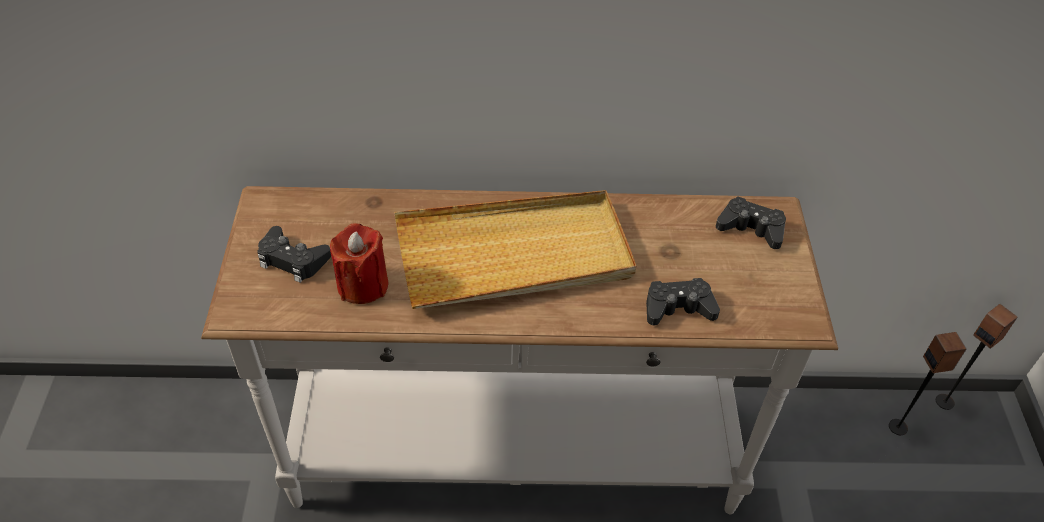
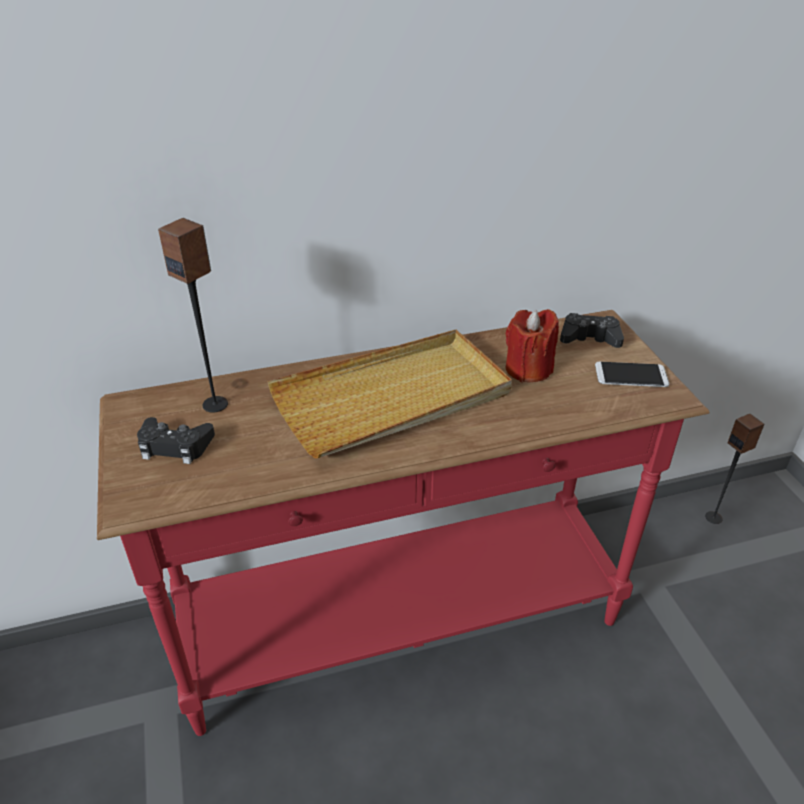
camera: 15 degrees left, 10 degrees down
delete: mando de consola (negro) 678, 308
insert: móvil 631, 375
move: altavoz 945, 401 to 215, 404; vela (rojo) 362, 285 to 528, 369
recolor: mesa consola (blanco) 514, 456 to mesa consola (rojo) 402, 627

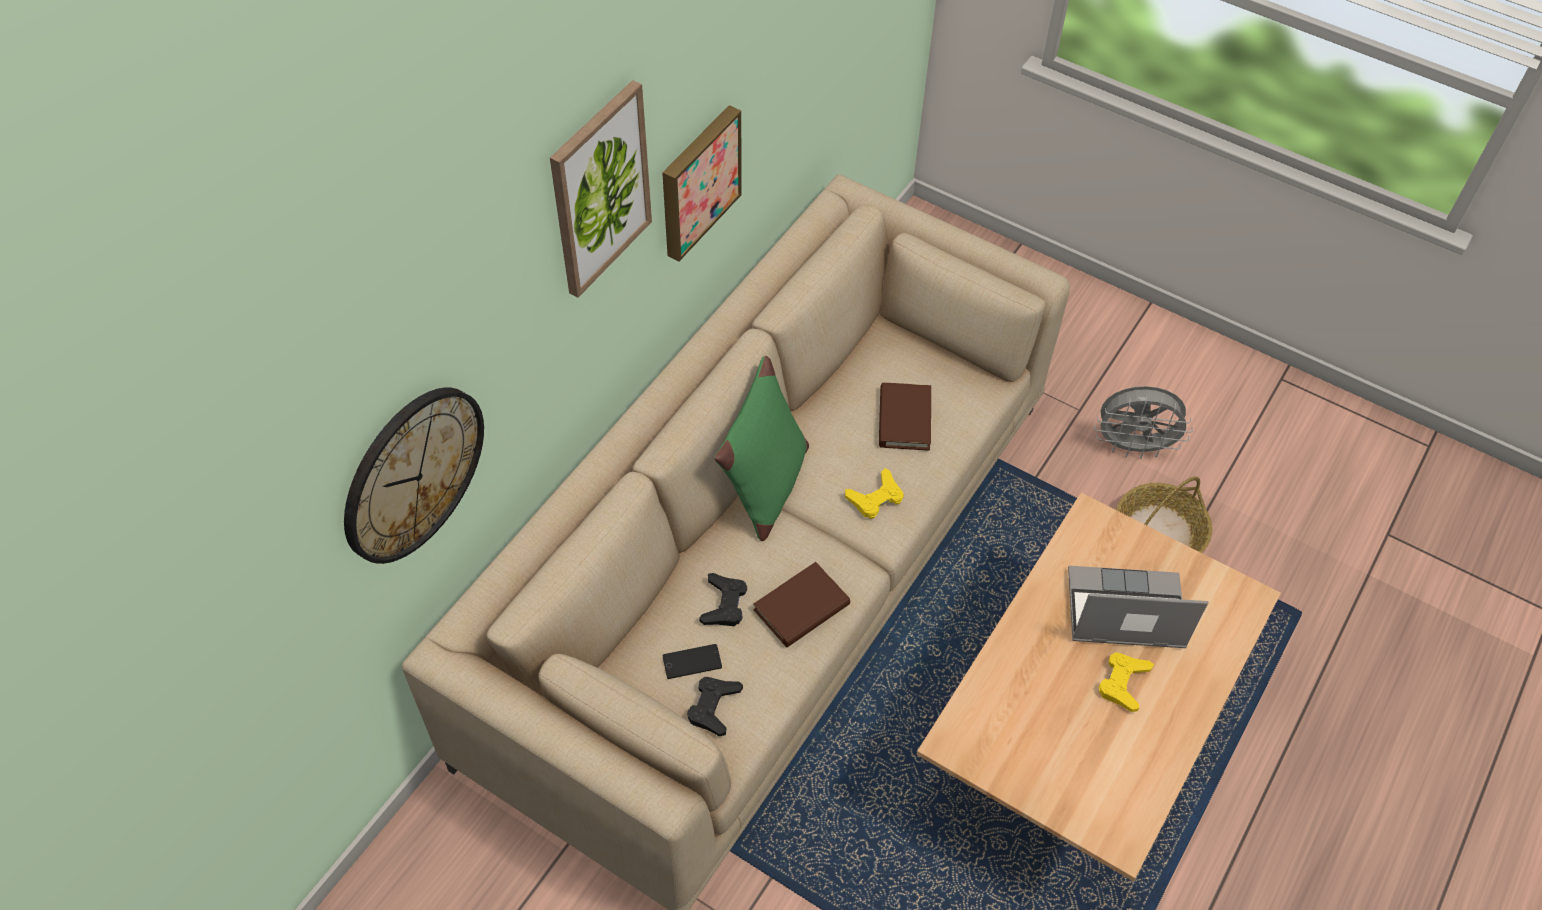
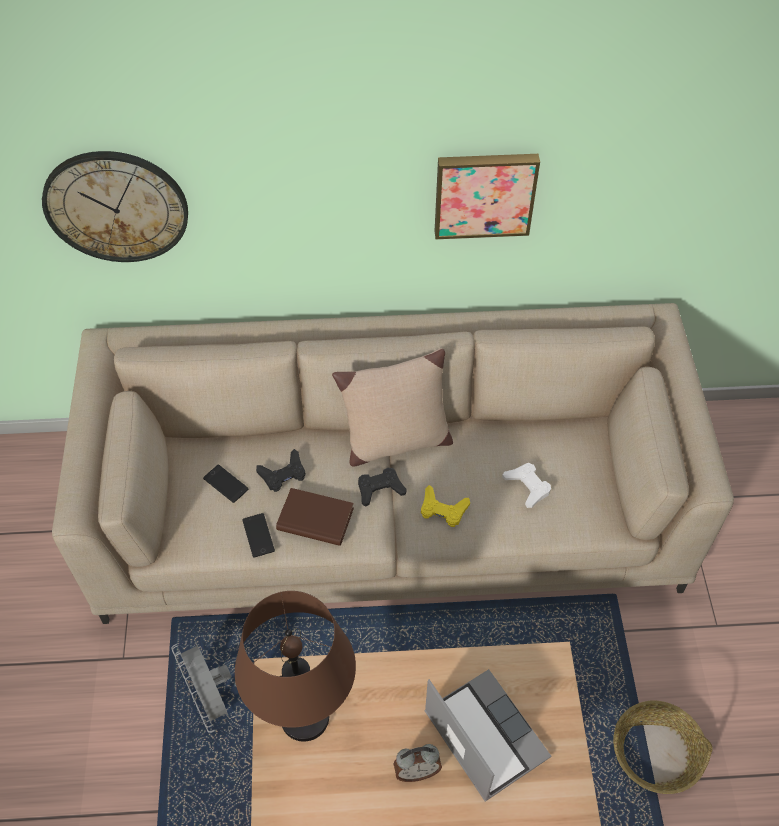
camera: 55 degrees right, 0 degrees up
delete: cuadro 599, 189
insert: lámpara de mesa (marrón) 305, 716; móvil 258, 535
move: ventilador (gris) 1133, 447 to 210, 700; mando de consola (negro) 713, 707 to 380, 489
replace: mando de consola (amarillo) 1123, 683 to despertador 416, 771; libro (marrón) 904, 419 to mando de consola (blanco) 527, 486
recolor: cojín (verde) 765, 488 to cojín (beis) 395, 442

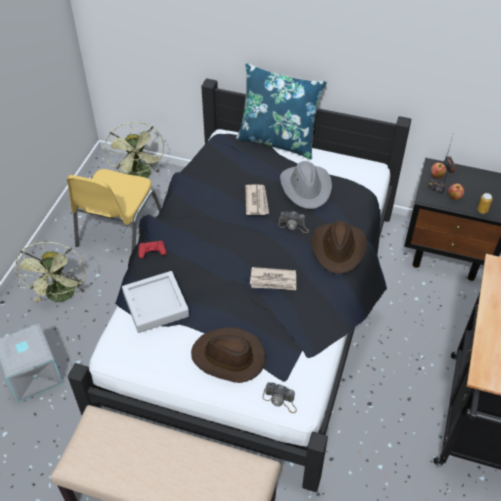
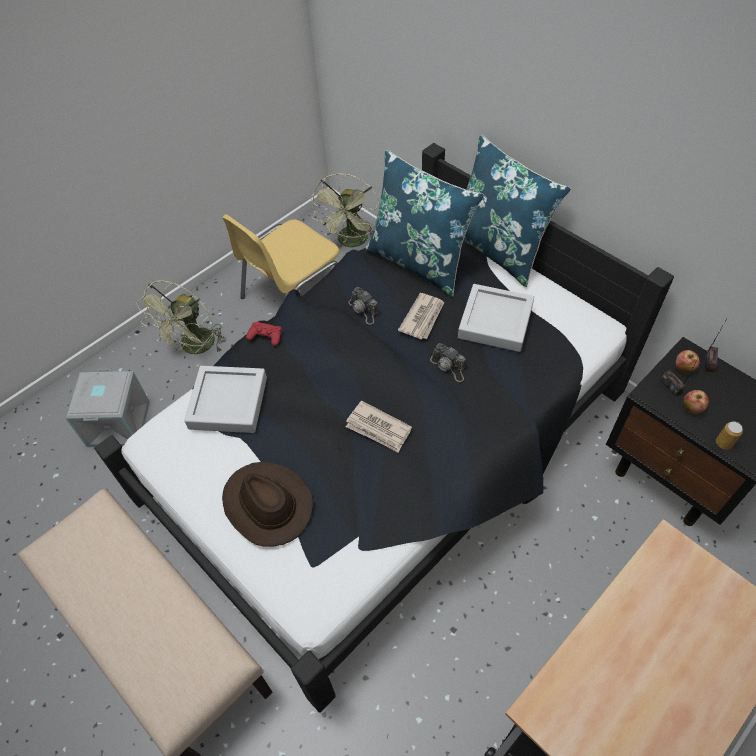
camera: 30 degrees right, 5 degrees up
delete: sombrero (marrón) 338, 248
insert: cojín (azul) 419, 262
move: cámara 280, 400 to 363, 309
replace: sombrero (gris) 306, 187 to bandeja (gris) 495, 322

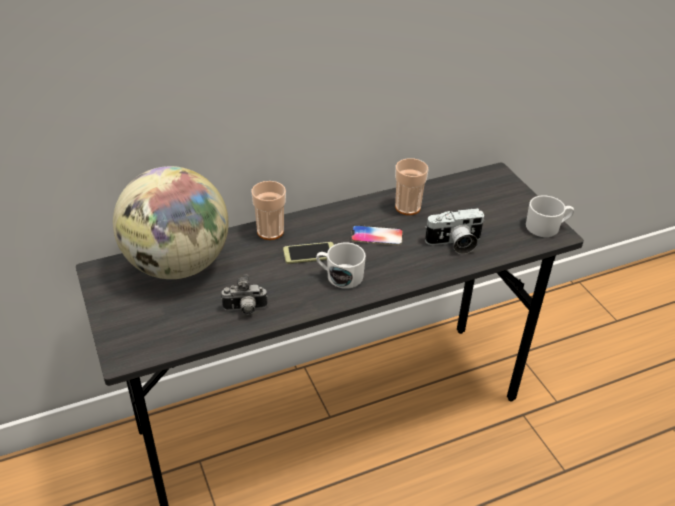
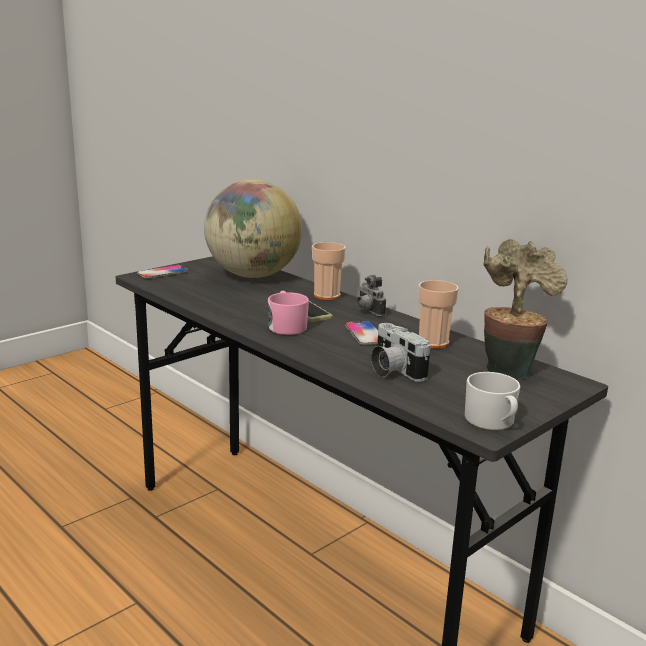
camera: 70 degrees right, 20 degrees down
insert: móvil 162, 272; planta en maceta 509, 369
move: cámara 245, 310 to 367, 311
recolor: taza grande (blanco) 340, 276 to taza grande (rosa) 286, 326

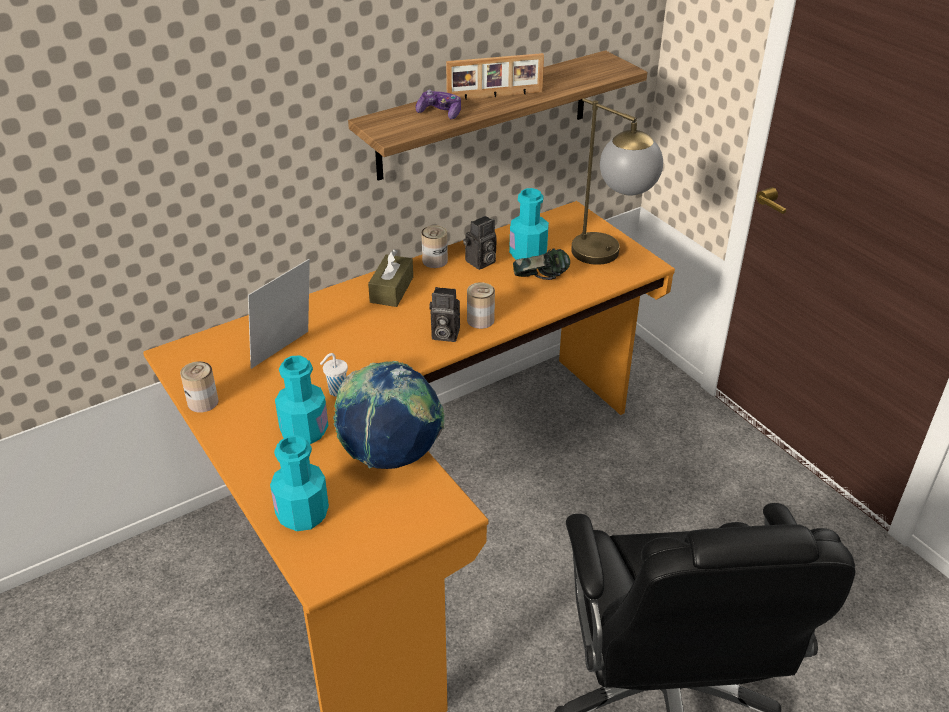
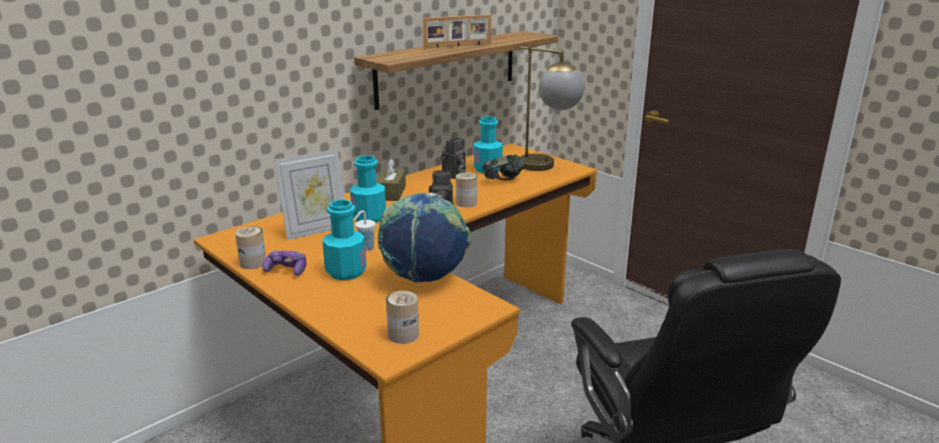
camera: 10 degrees left, 15 degrees down
move: mando de consola 440, 113 to 287, 270; botella (turquesa) 302, 514 to 369, 217; lata 435, 261 to 403, 334
rotate: portarretratos 285, 352 = 316, 230 150 degrees counterclockwise

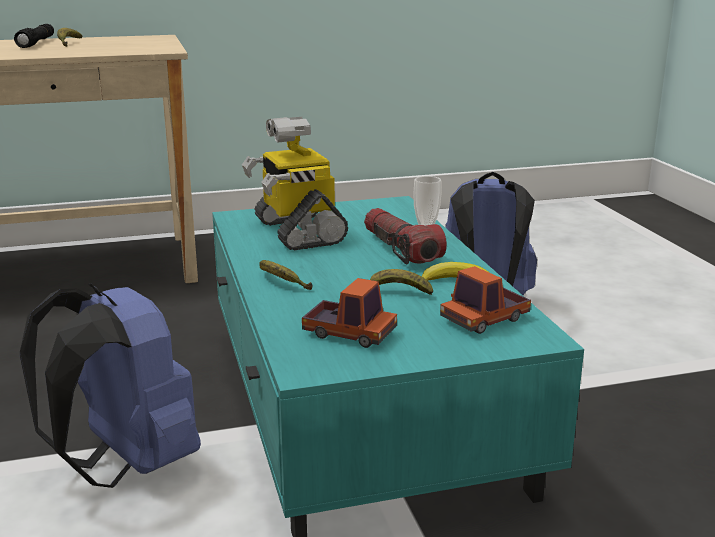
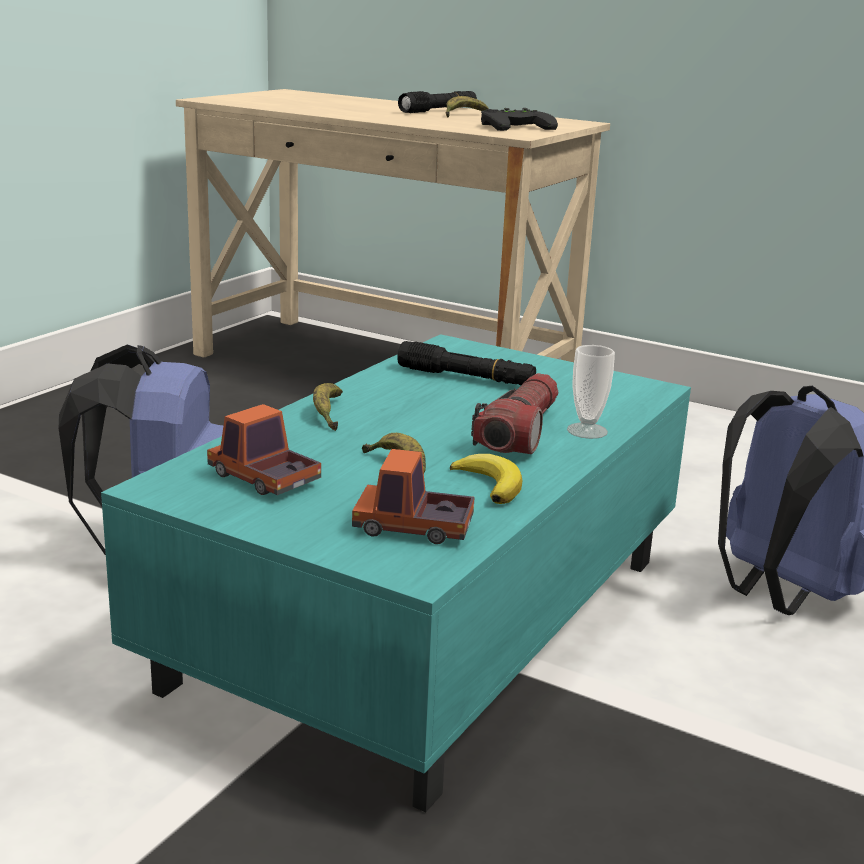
camera: 45 degrees right, 0 degrees up
insert: mando de consola (negro) 514, 127
replace: robot de juguete 297, 231 to linterna (negro) 466, 378
rotate: camión de juguete 349, 333 = 264, 478 150 degrees clockwise

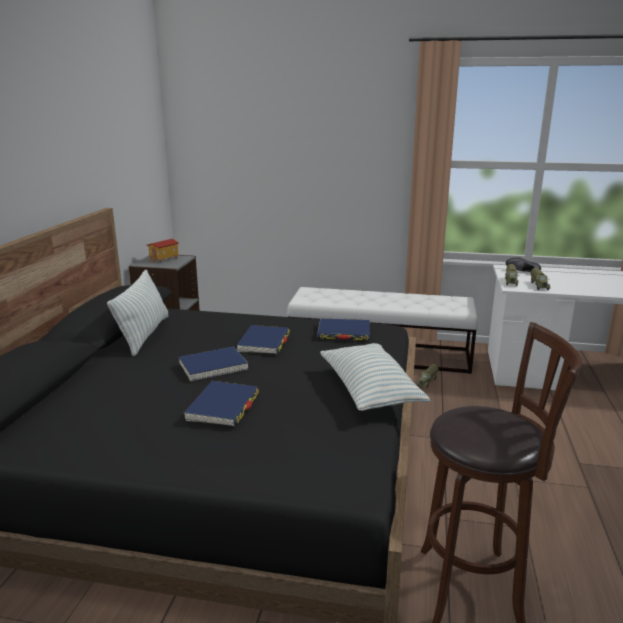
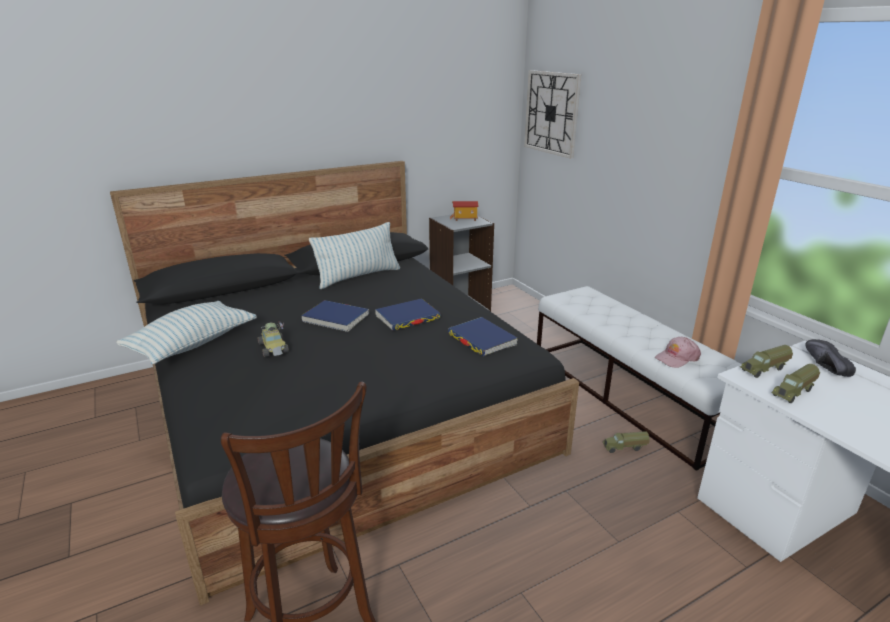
camera: 50 degrees right, 5 degrees up
insert: reloj de pared 551, 113; gorra (rosa) 677, 358
move: cojín 369, 391 to 192, 344
replace: libro (azul) 223, 406 to coche de juguete 274, 348

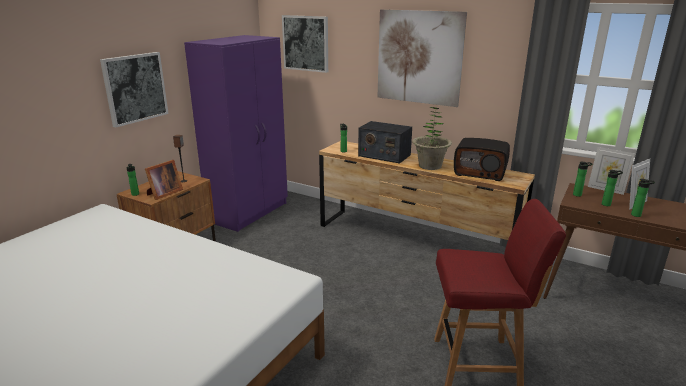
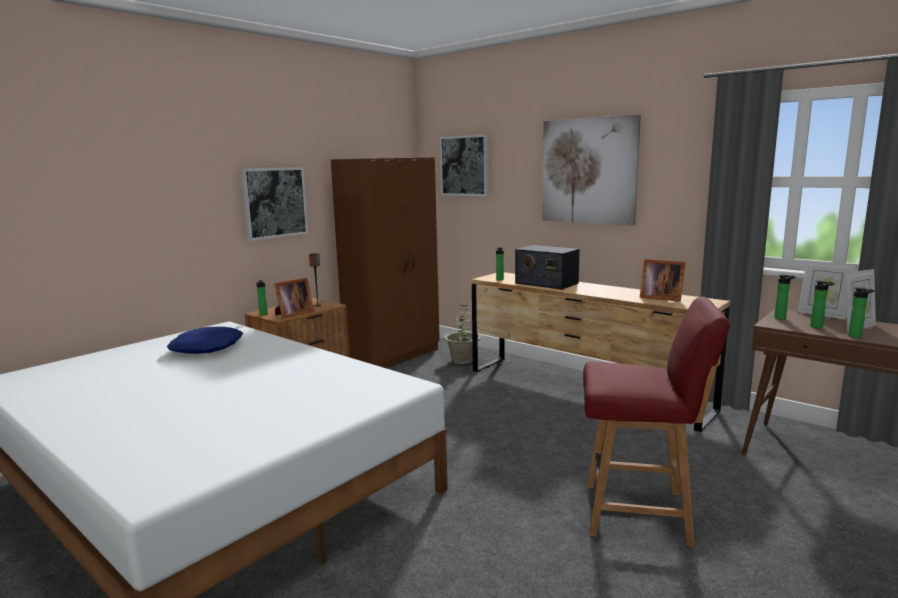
camera: 10 degrees right, 10 degrees down
insert: cojín (azul) 206, 348
move: planta en maceta 430, 166 to 462, 360
replace: radio 480, 172 to portarretratos 660, 298
recolor: armario ropero (morado) 249, 212 to armario ropero (marrón) 394, 355

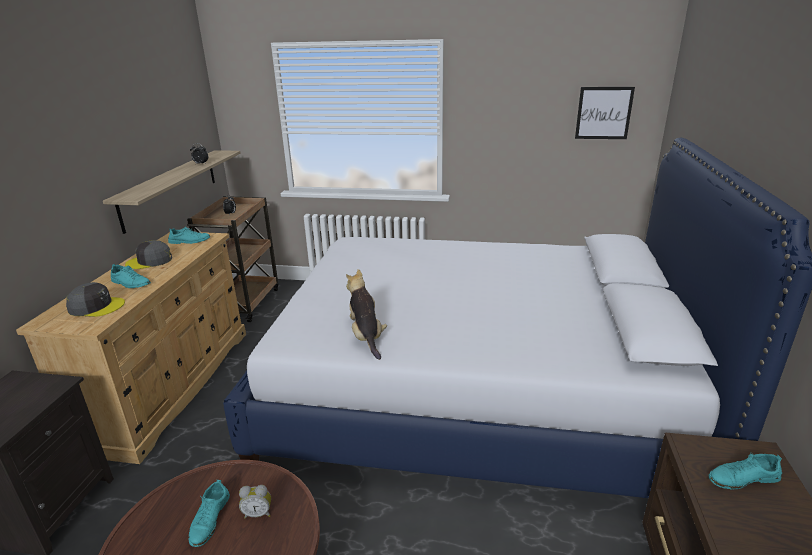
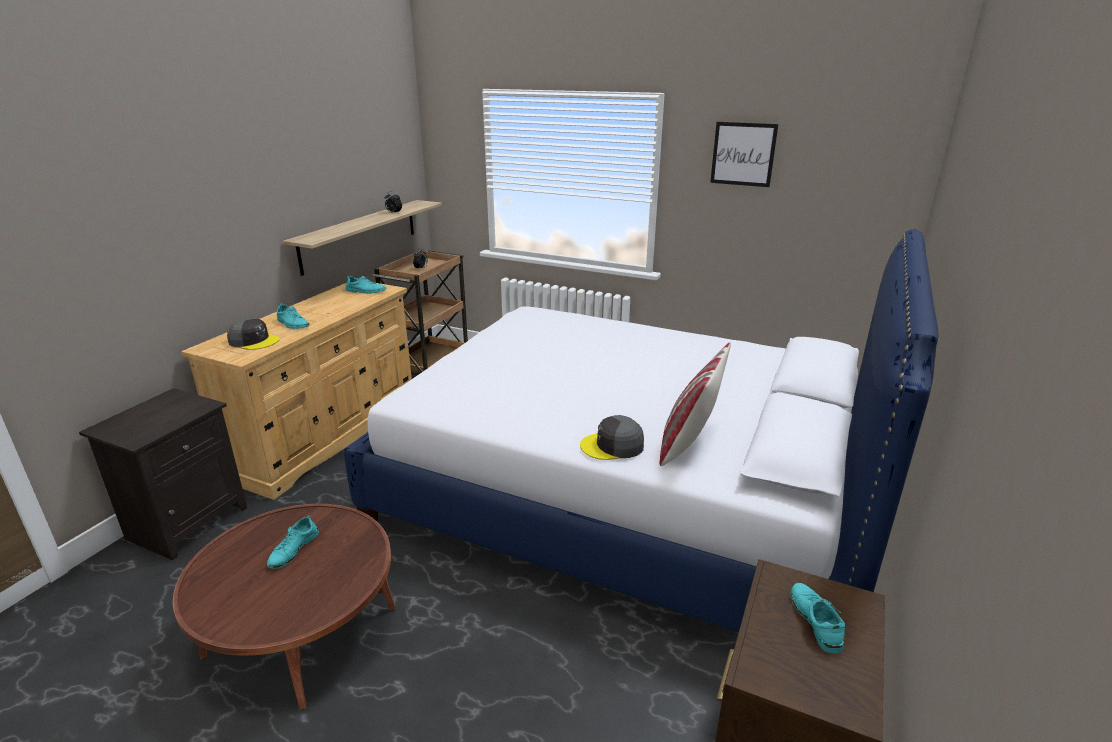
camera: 15 degrees right, 0 degrees up
delete: despertador 258, 513; peluche 366, 336
insert: cojín 688, 443
move: gorra (gris) 150, 261 to 613, 446; cuadro 603, 113 to 743, 154
rotate: zapato (turquesa) 743, 478 = 815, 620 75 degrees clockwise

